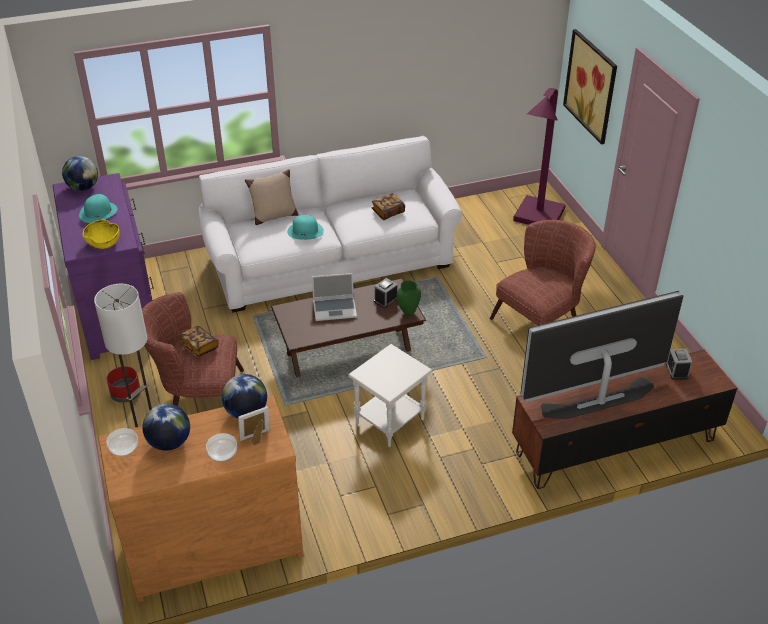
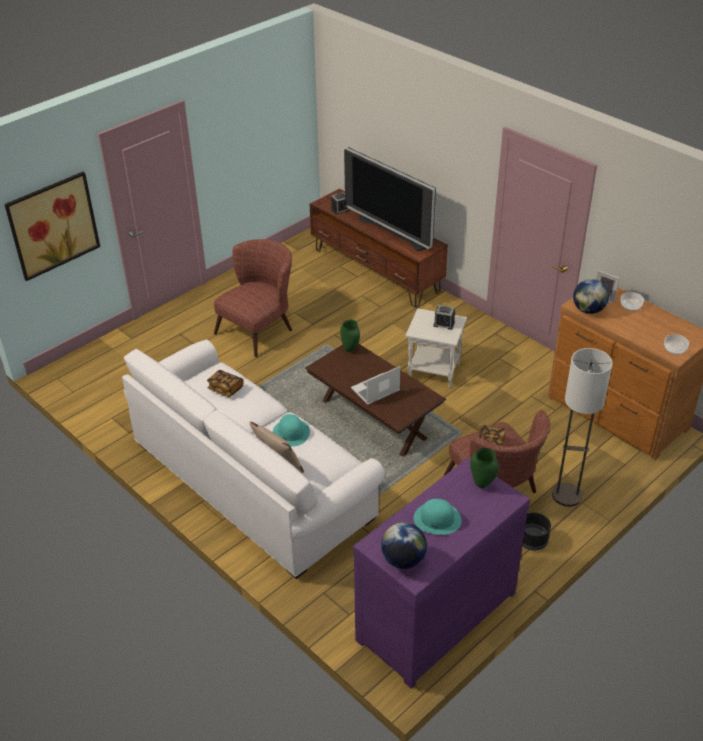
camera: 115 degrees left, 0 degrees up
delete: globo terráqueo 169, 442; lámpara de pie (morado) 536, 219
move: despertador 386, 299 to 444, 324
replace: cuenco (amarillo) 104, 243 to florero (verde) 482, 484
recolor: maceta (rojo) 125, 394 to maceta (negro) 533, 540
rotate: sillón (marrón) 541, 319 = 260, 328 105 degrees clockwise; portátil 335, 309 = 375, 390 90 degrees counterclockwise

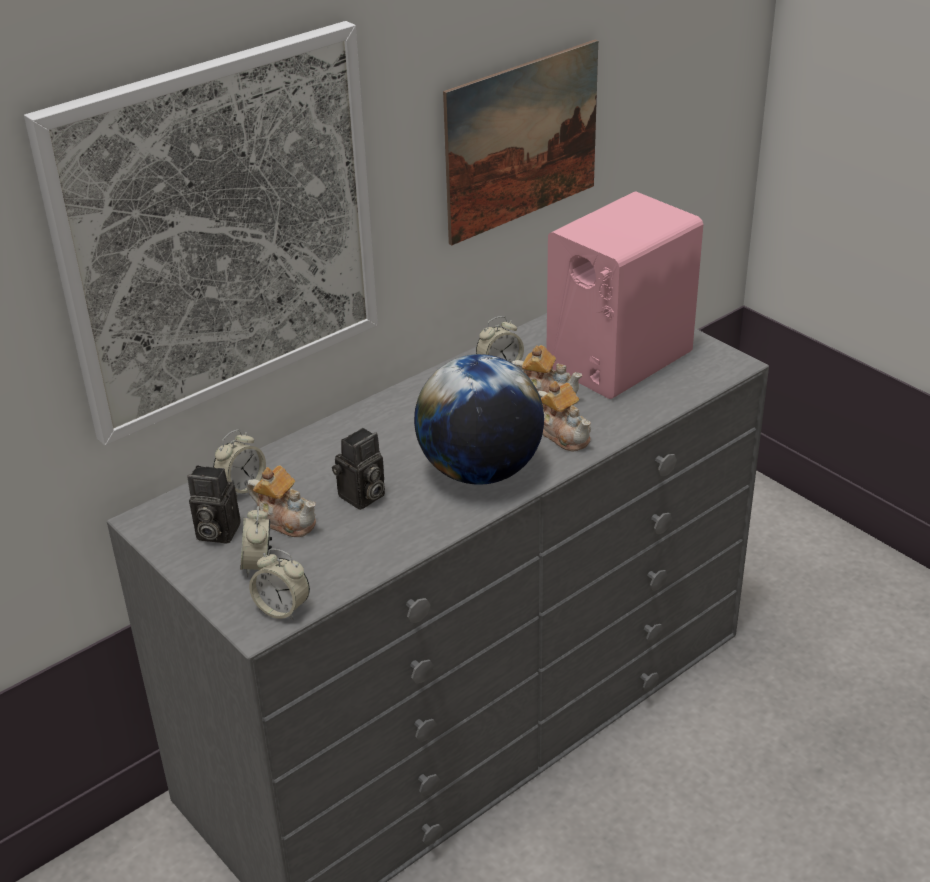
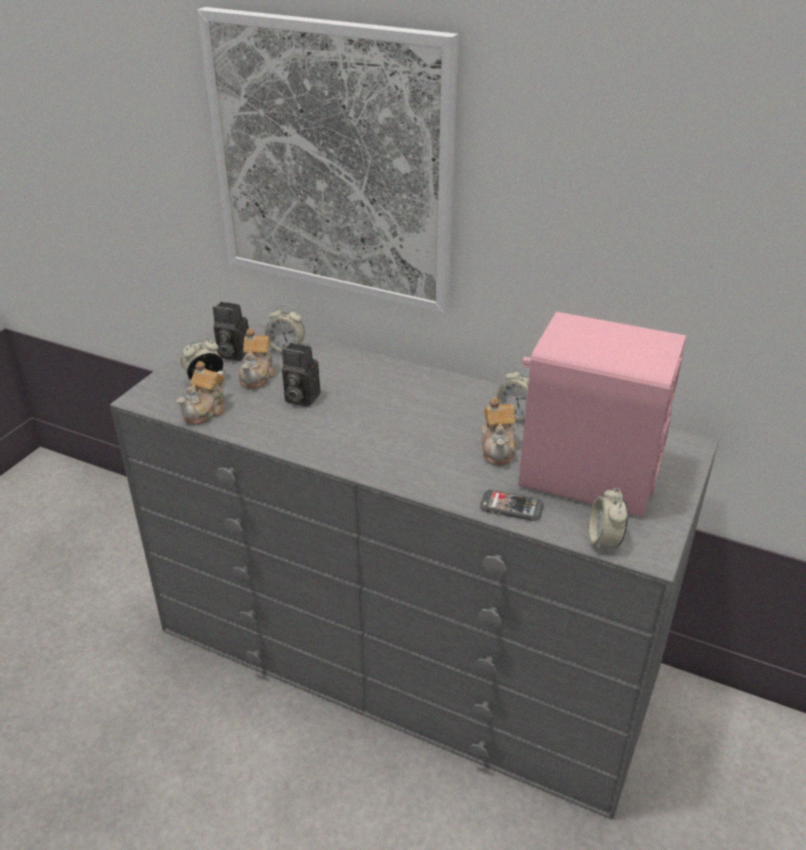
camera: 65 degrees right, 0 degrees up
delete: globo terráqueo 480, 471; cuadro 522, 141
insert: móvil 511, 507
move: tetera 564, 435 to 206, 411; despertador 282, 609 to 604, 540
rotate: cámara 215, 532 = 232, 354 60 degrees counterclockwise

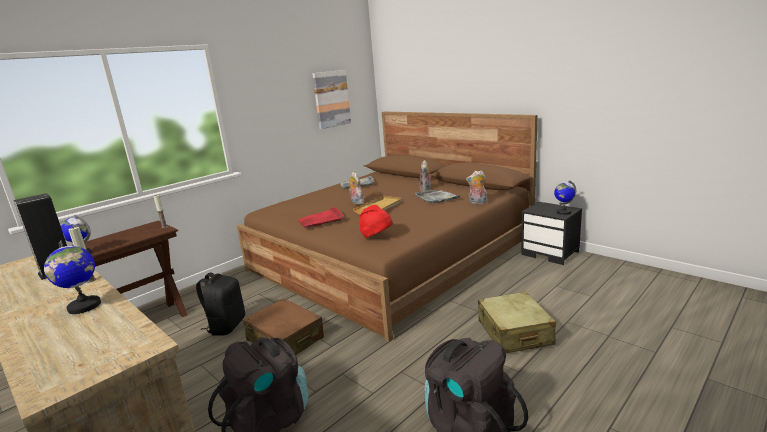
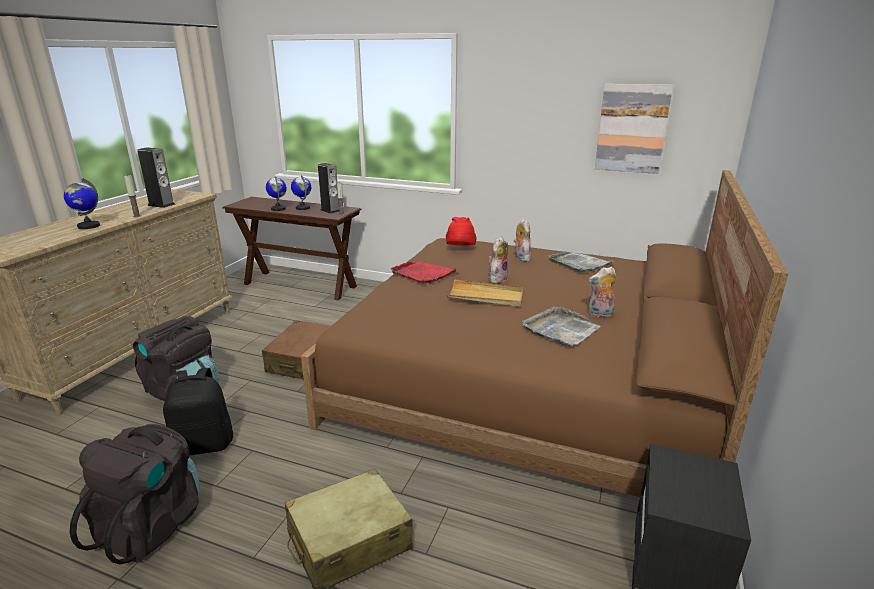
camera: 65 degrees right, 5 degrees up
insert: altavoz 330, 210
move: mochila (negro) 226, 326 to 204, 444; globo terráqueo 563, 212 to 303, 208; sombrero (rojo) 377, 236 to 460, 249; peluche 477, 203 to 520, 258

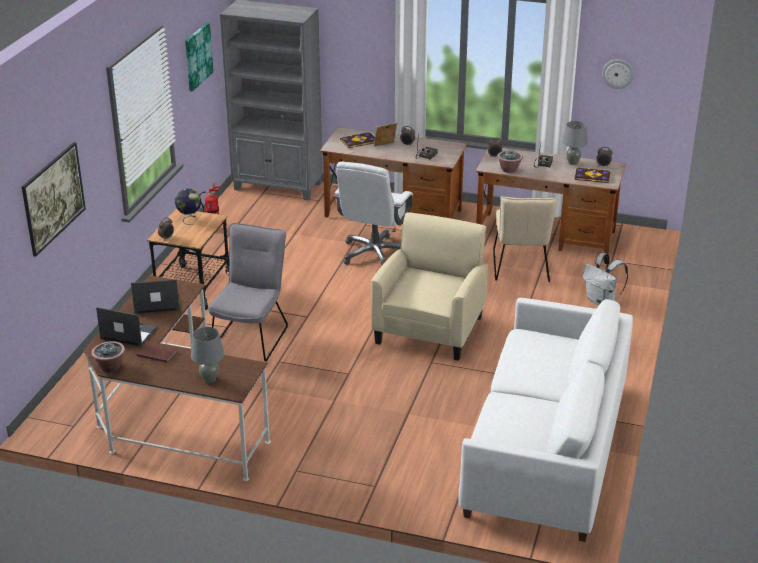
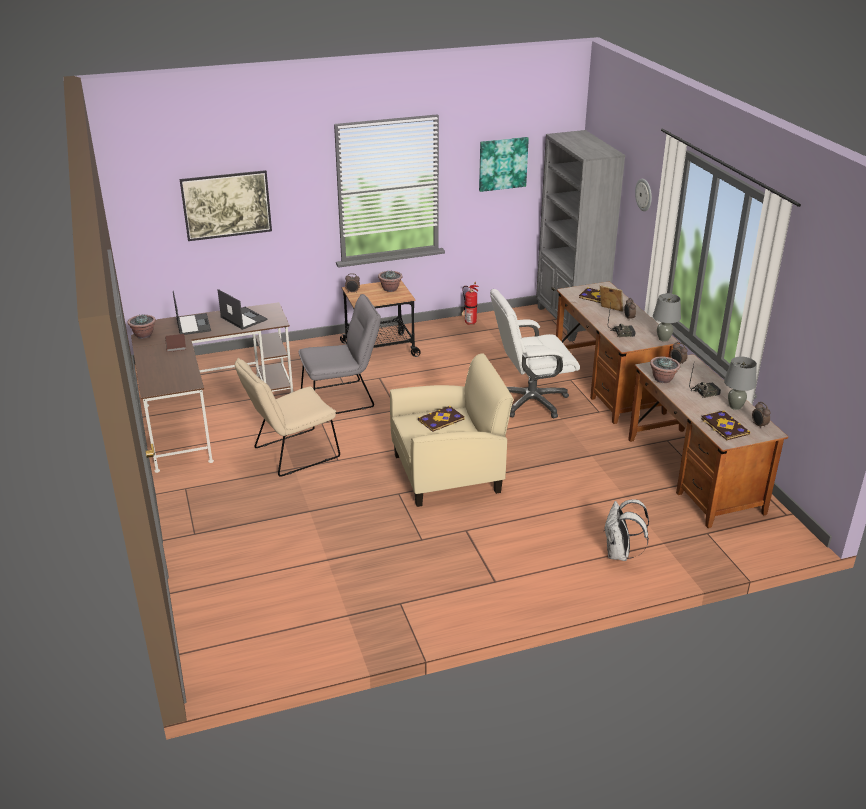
camera: 55 degrees right, 0 degrees up
delete: sofá (blanco) 546, 449
insert: libro 441, 420
move: silla (beis) 521, 269 to 291, 454; reloj de pared 618, 73 to 644, 194; lámpara de mesa (gris) 210, 379 to 663, 339
replace: globo terráqueo 189, 219 to planta en maceta 390, 289

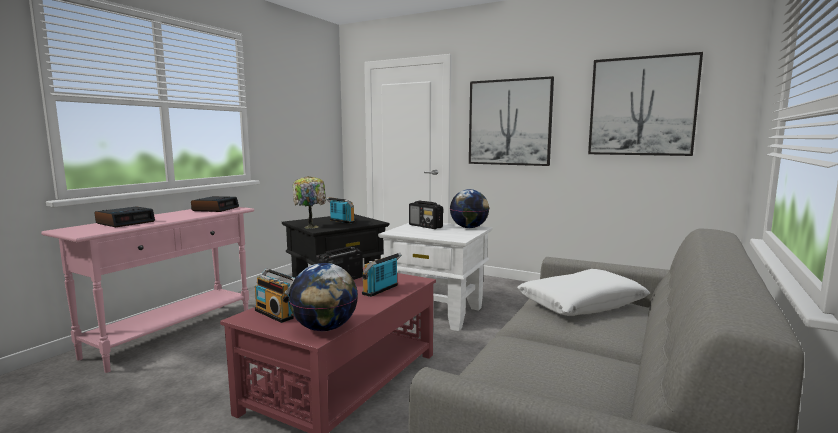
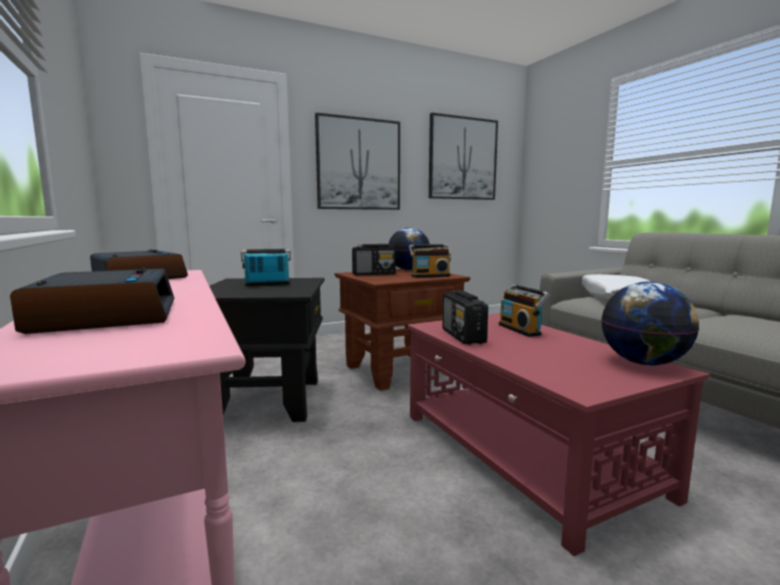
camera: 55 degrees left, 0 degrees up
delete: lámpara de mesa 311, 226
move: radio 276, 314 to 430, 276
recolor: mesa auxiliar (blanco) 437, 312 to mesa auxiliar (marrón) 400, 370

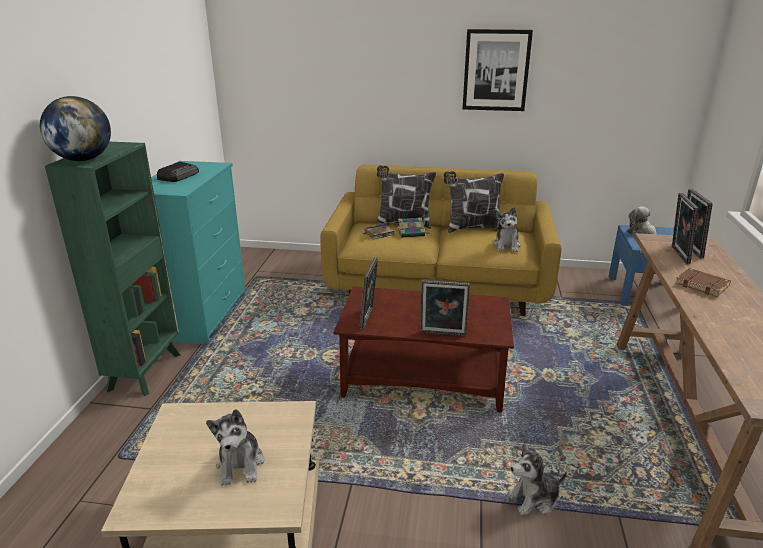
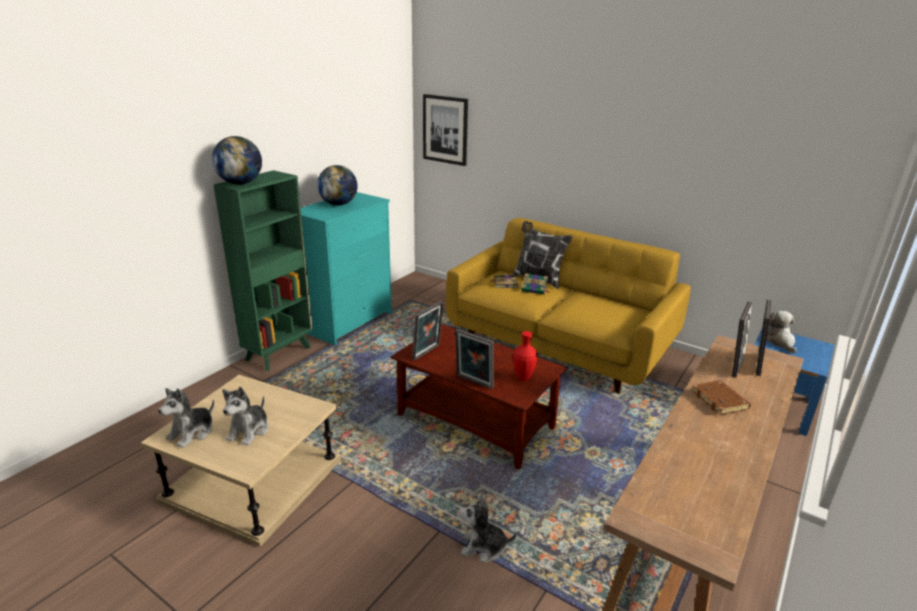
camera: 25 degrees right, 0 degrees up
delete: cojín 472, 228
insert: florero (rojo) 523, 378
move: peluche 506, 246 to 192, 433; cuadro 496, 70 to 445, 129
replace: radio 179, 176 to globo terráqueo 338, 204

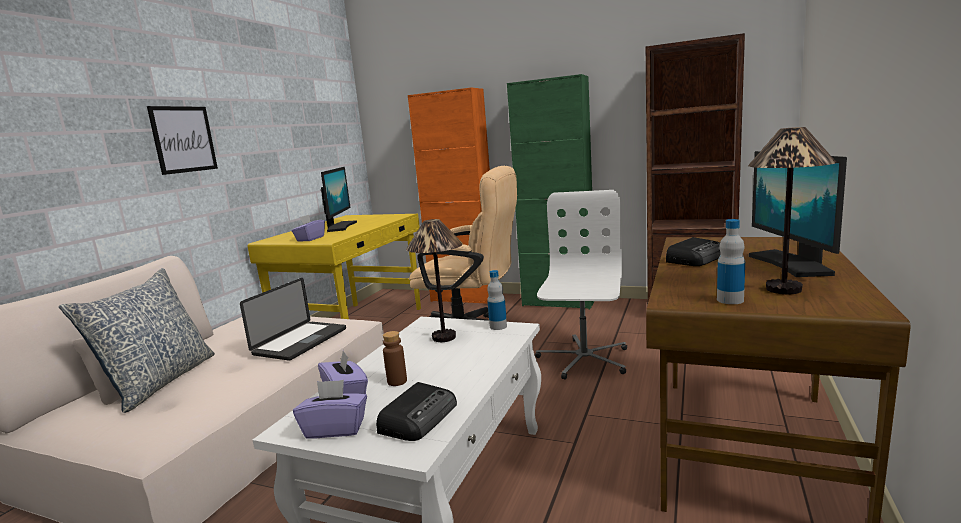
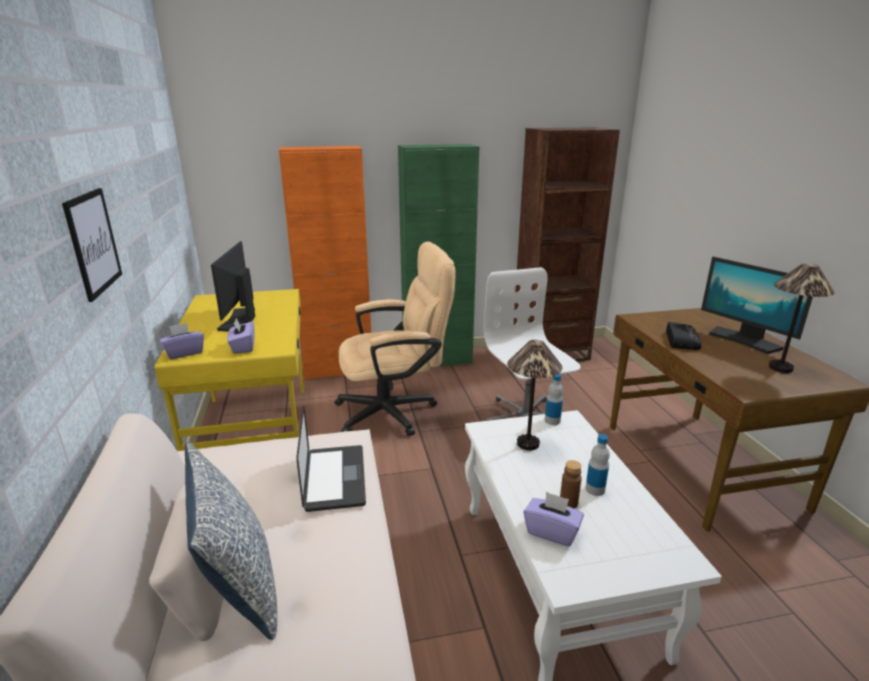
camera: 35 degrees left, 10 degrees up
delete: radio 419, 417
move: caja de pañuelos (morado) 335, 428 to 184, 353; botella 730, 300 to 595, 489
rotate: monitor 340, 227 = 239, 320 150 degrees counterclockwise

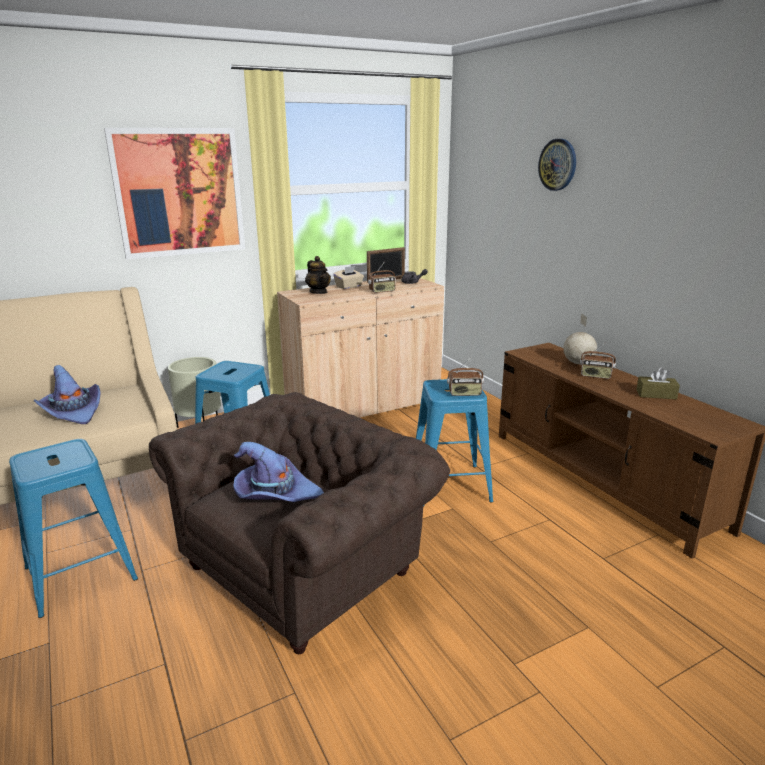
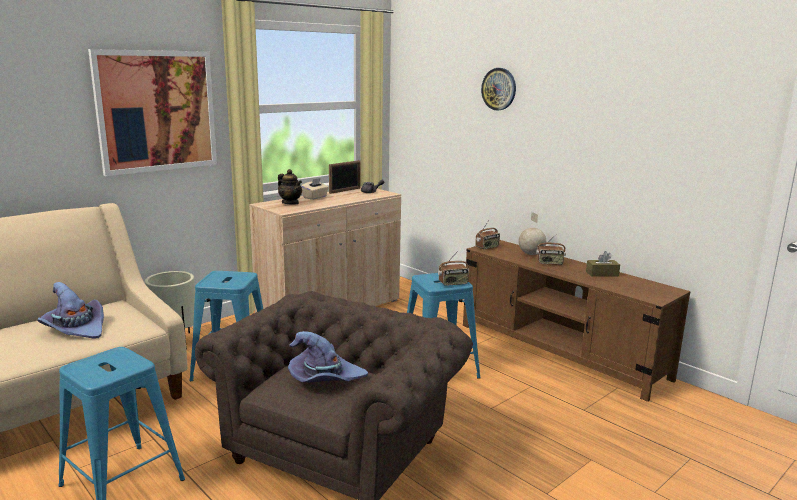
camera: 15 degrees left, 5 degrees down
move: radio 382, 291 to 487, 247

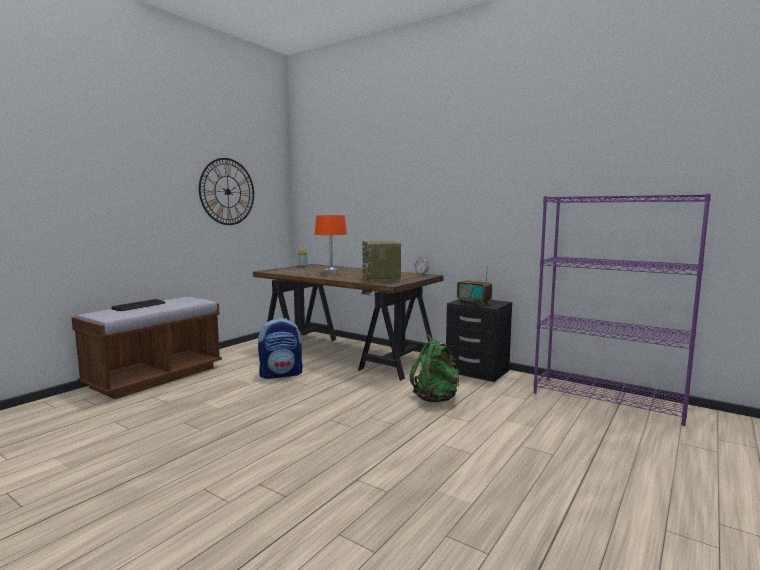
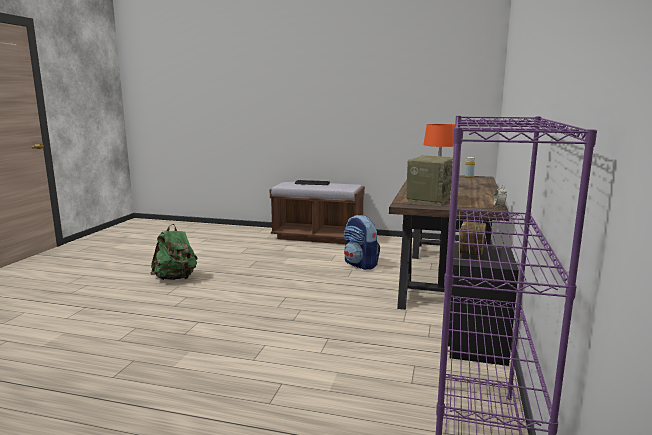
camera: 70 degrees right, 5 degrees up
delete: reloj de pared 227, 191
move: mochila (verde) 436, 398 to 176, 278
rotate: radio 381, 279 = 430, 200 150 degrees clockwise

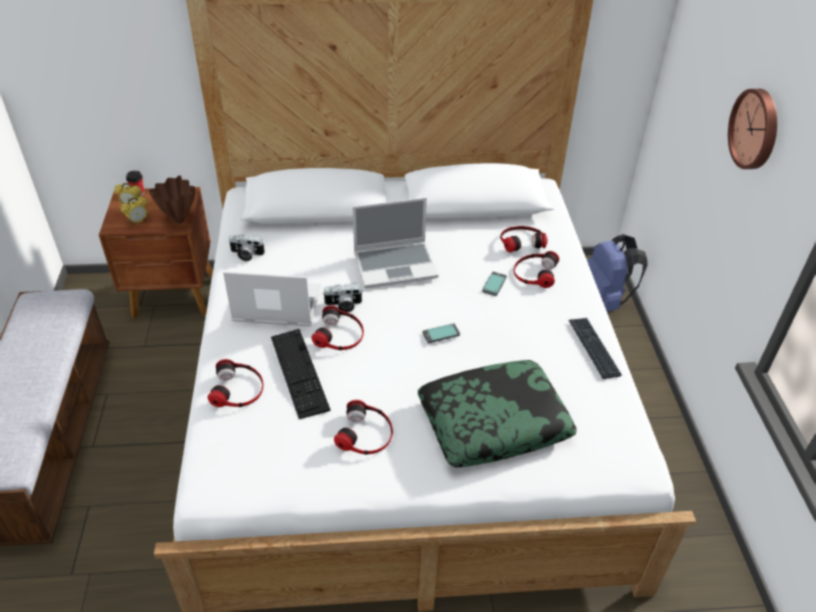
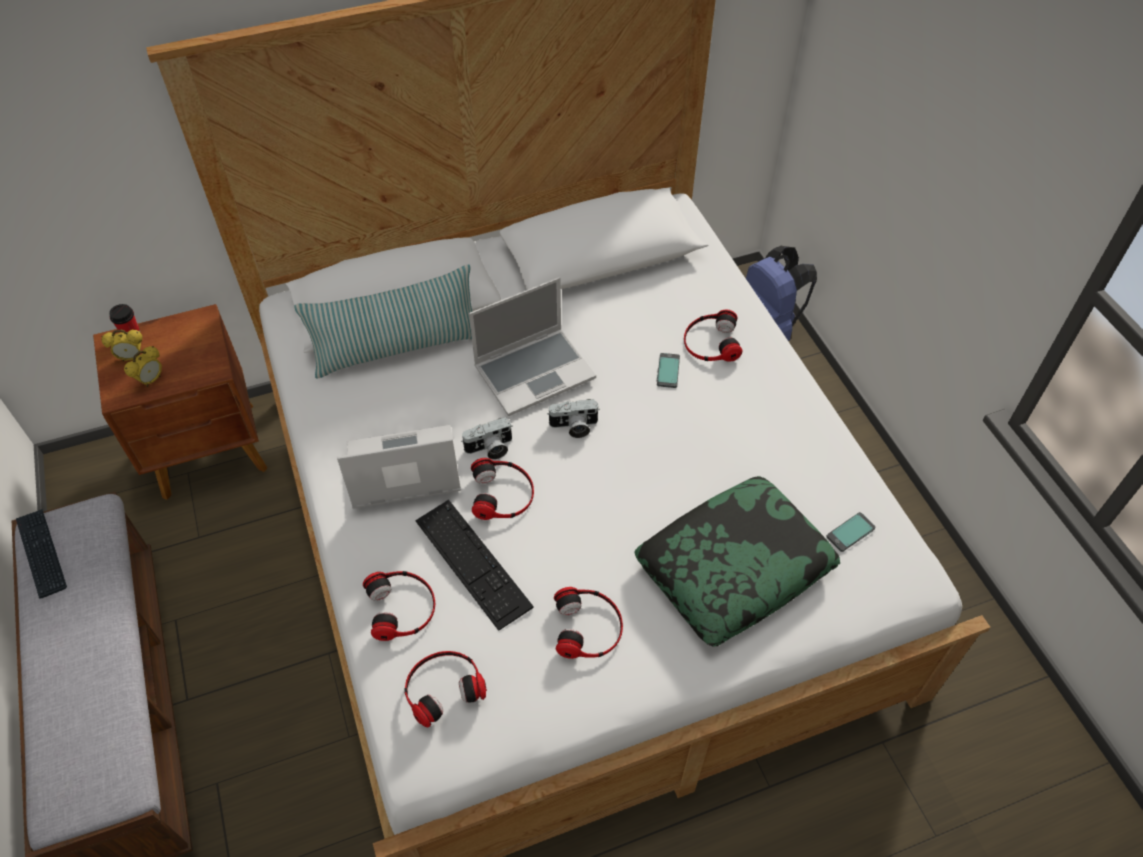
camera: 15 degrees left, 10 degrees up
delete: florero (marrón) 179, 221; reloj de pared 756, 129
insert: cojín 397, 348
move: teclado 593, 348 to 42, 553; auriculares 521, 241 to 443, 687; cámara 246, 254 to 574, 427; móvil 441, 334 to 850, 533

